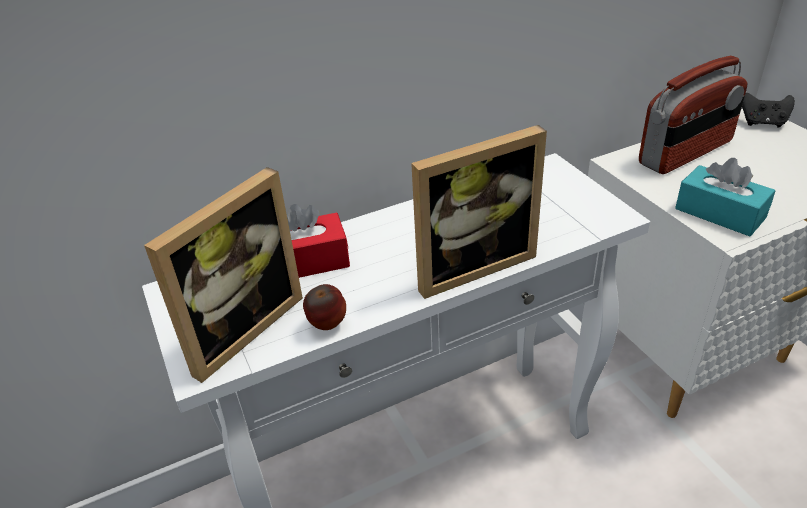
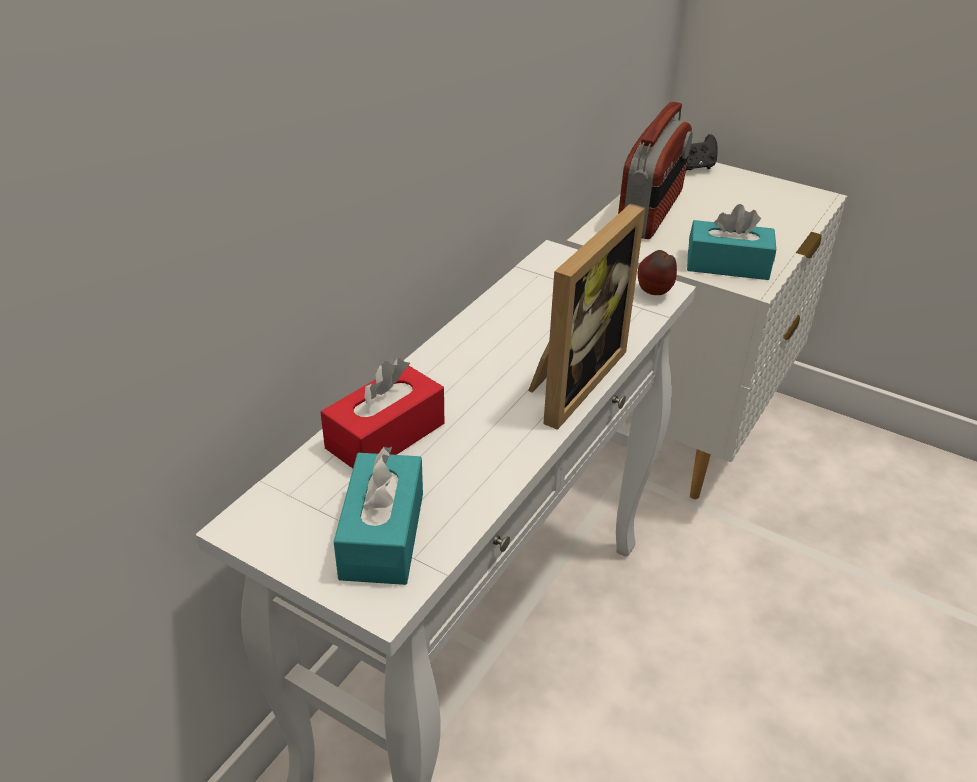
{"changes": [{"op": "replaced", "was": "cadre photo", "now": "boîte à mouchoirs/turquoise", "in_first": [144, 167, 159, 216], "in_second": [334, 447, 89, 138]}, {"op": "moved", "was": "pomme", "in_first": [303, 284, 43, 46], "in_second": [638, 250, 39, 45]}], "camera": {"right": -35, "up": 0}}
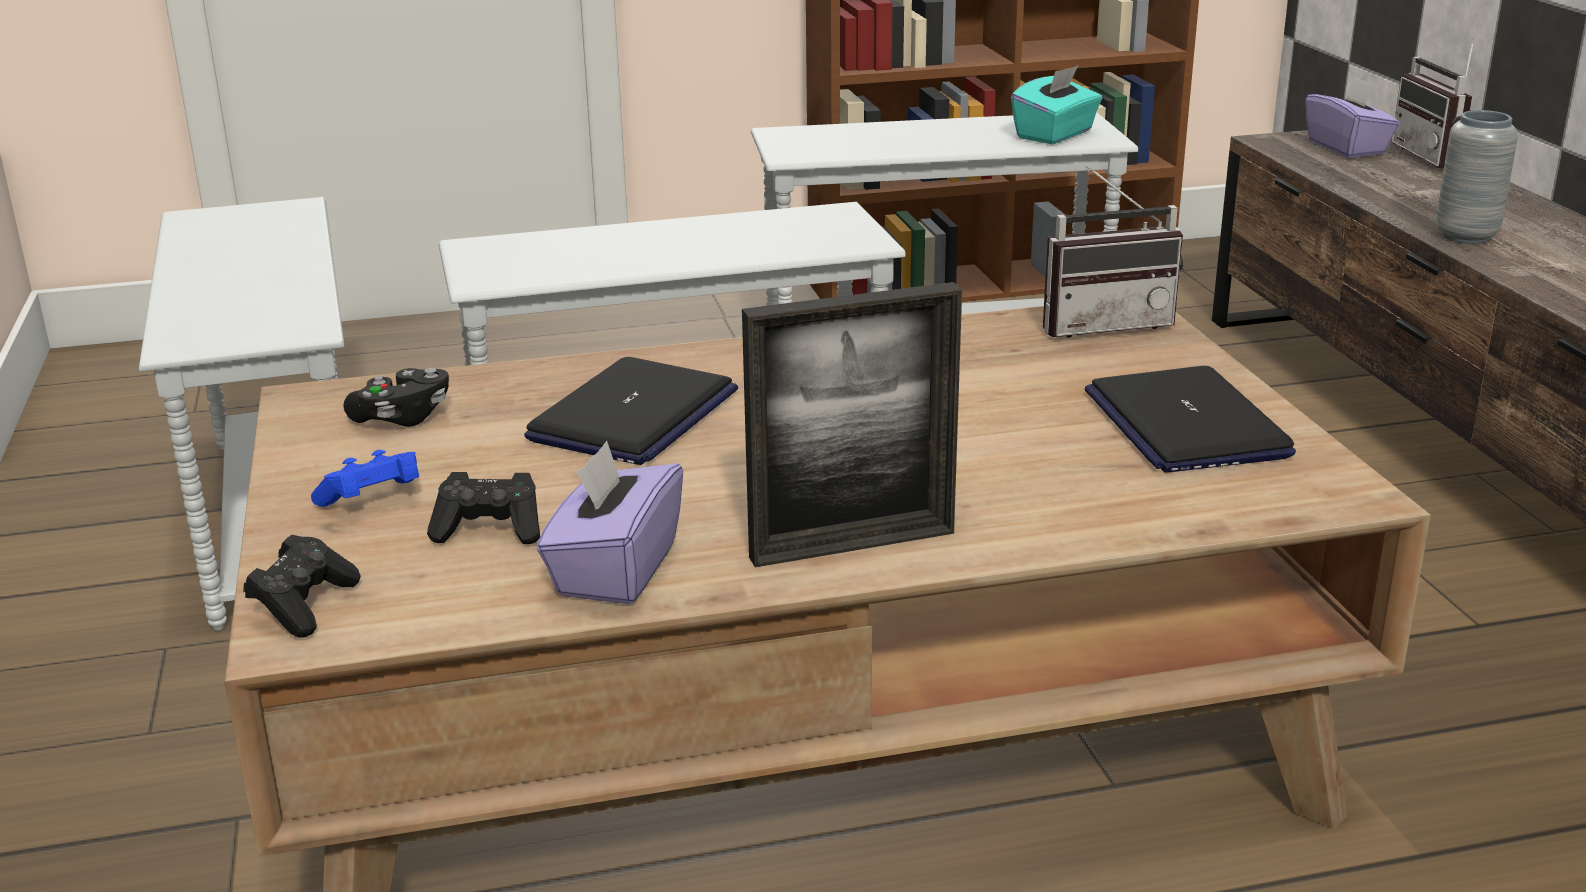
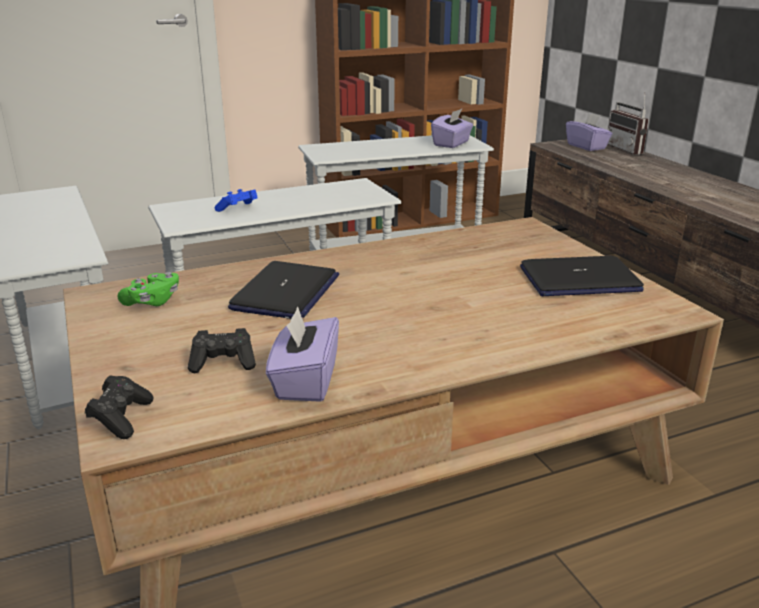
{"changes": [{"op": "recoloured", "was": "manette/noir", "now": "manette/vert", "in_first": [343, 368, 106, 59], "in_second": [118, 272, 61, 34]}, {"op": "moved", "was": "manette/bleu", "in_first": [311, 450, 108, 57], "in_second": [214, 189, 43, 23]}, {"op": "recoloured", "was": "boîte à mouchoirs/turquoise", "now": "boîte à mouchoirs/violet", "in_first": [1011, 65, 91, 79], "in_second": [431, 109, 42, 39]}, {"op": "turned", "was": "ordinateur portable", "in_first": [1085, 366, 211, 106], "in_second": [520, 256, 124, 40], "clockwise": -75}, {"op": "removed", "was": "cadre photo", "in_first": [742, 282, 220, 285]}, {"op": "removed", "was": "radio", "in_first": [1043, 165, 140, 173]}, {"op": "removed", "was": "vase/gris", "in_first": [1436, 110, 82, 134]}], "camera": {"right": -10, "up": 0}}
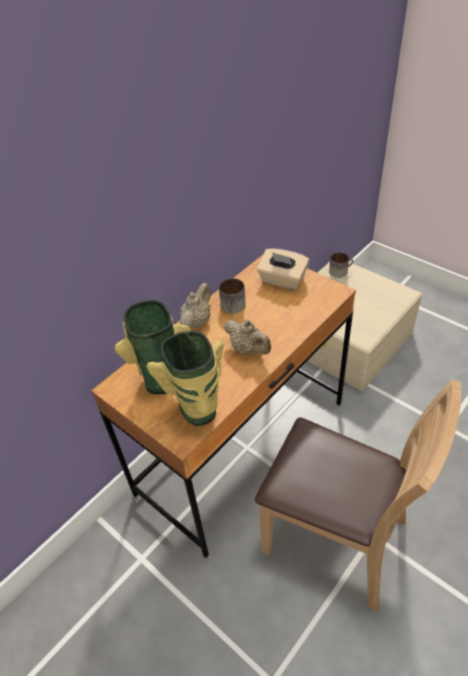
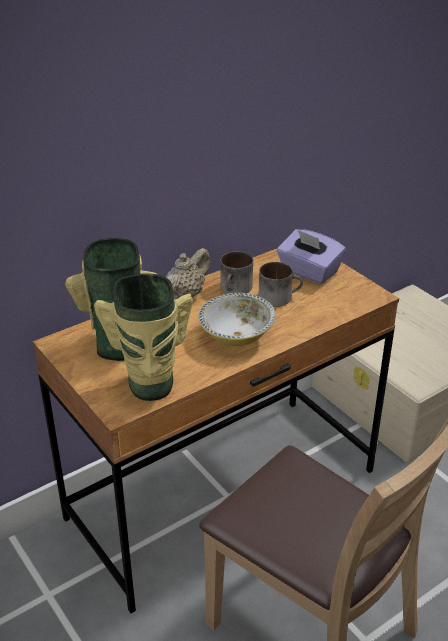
{"changes": [{"op": "replaced", "was": "théière/beige", "now": "bol", "in_first": [224, 319, 47, 36], "in_second": [198, 293, 78, 53]}, {"op": "moved", "was": "mug", "in_first": [329, 252, 24, 26], "in_second": [258, 262, 45, 45]}, {"op": "recoloured", "was": "boîte à mouchoirs/beige", "now": "boîte à mouchoirs/violet", "in_first": [257, 248, 52, 42], "in_second": [277, 229, 69, 55]}], "camera": {"right": 10, "up": -10}}
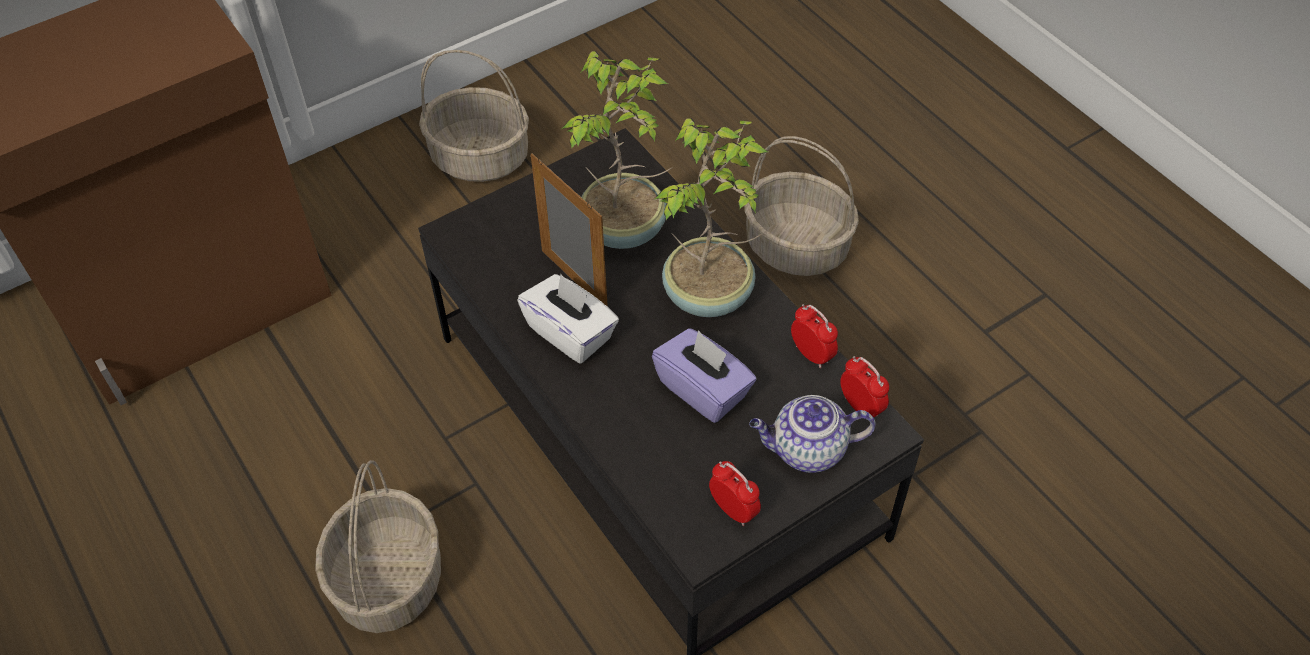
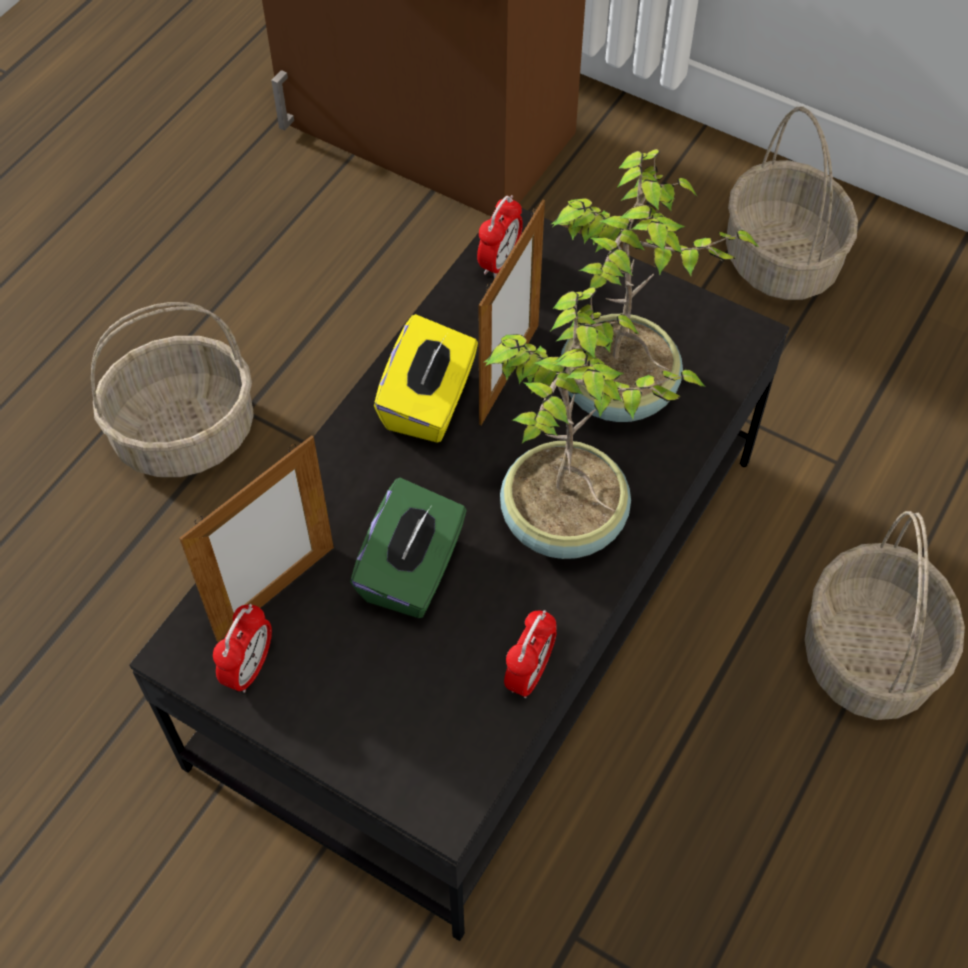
{"changes": [{"op": "added", "now": "cadre photo", "in_second": [179, 435, 155, 207]}, {"op": "recoloured", "was": "boîte à mouchoirs/violet", "now": "boîte à mouchoirs/vert", "in_first": [652, 328, 105, 95], "in_second": [350, 478, 117, 140]}, {"op": "recoloured", "was": "boîte à mouchoirs/blanc", "now": "boîte à mouchoirs/jaune", "in_first": [517, 274, 102, 90], "in_second": [374, 314, 104, 129]}, {"op": "moved", "was": "réveil", "in_first": [840, 356, 49, 61], "in_second": [477, 195, 46, 84]}, {"op": "removed", "was": "théière", "in_first": [749, 395, 126, 78]}], "camera": {"right": 65, "up": 5}}
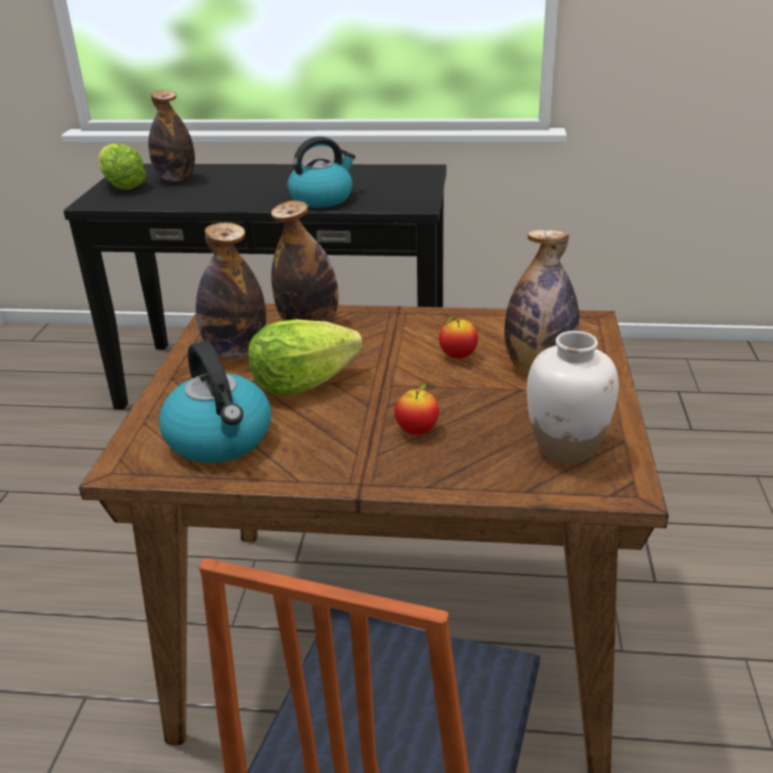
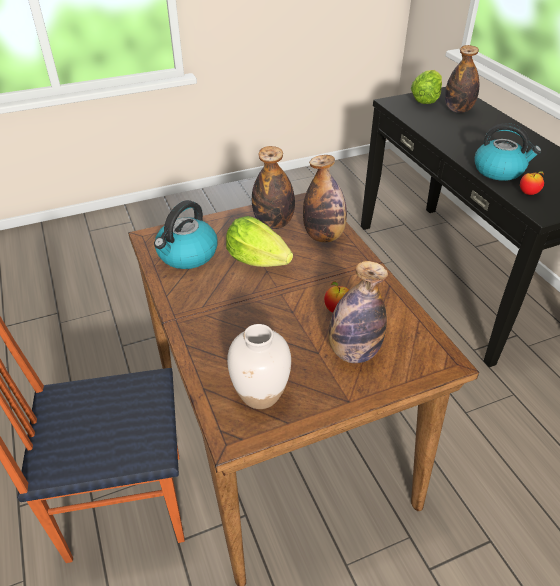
{"changes": [{"op": "moved", "was": "pomme", "in_first": [394, 383, 45, 52], "in_second": [520, 171, 24, 24]}], "camera": {"right": 60, "up": 10}}
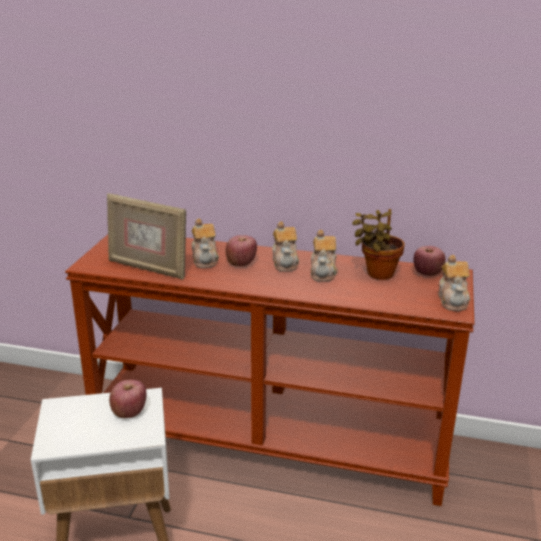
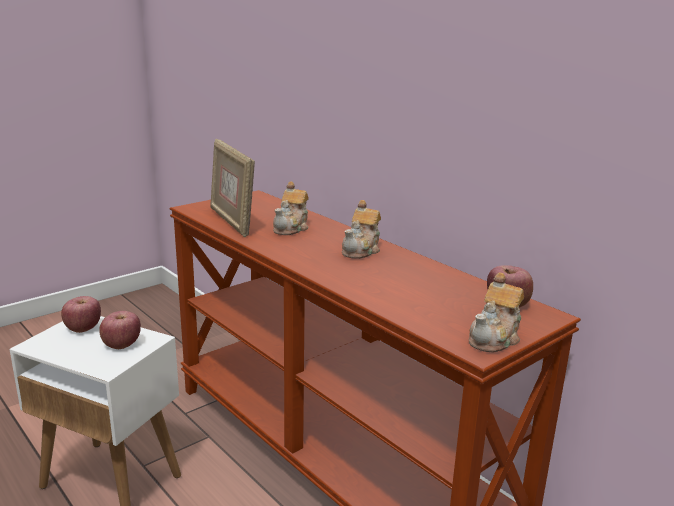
{"changes": [{"op": "moved", "was": "pomme", "in_first": [226, 235, 31, 31], "in_second": [61, 296, 40, 37]}, {"op": "removed", "was": "théière", "in_first": [311, 230, 27, 52]}, {"op": "removed", "was": "plante en pot", "in_first": [352, 209, 53, 71]}], "camera": {"right": 35, "up": -5}}
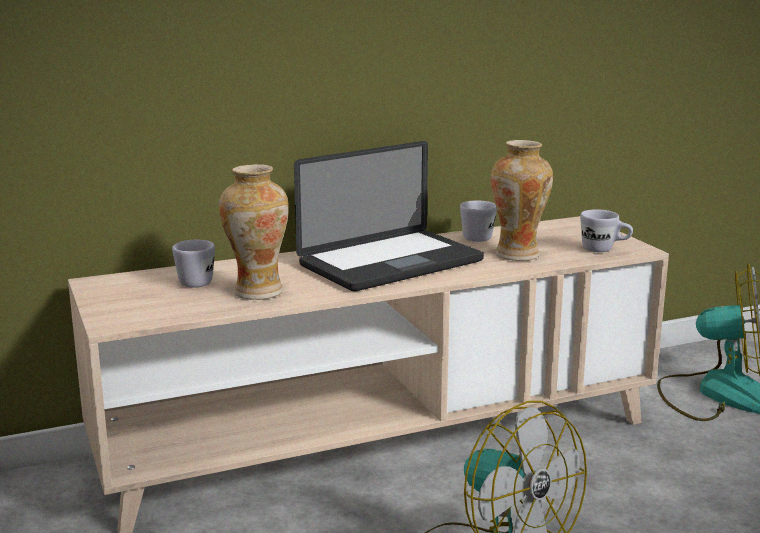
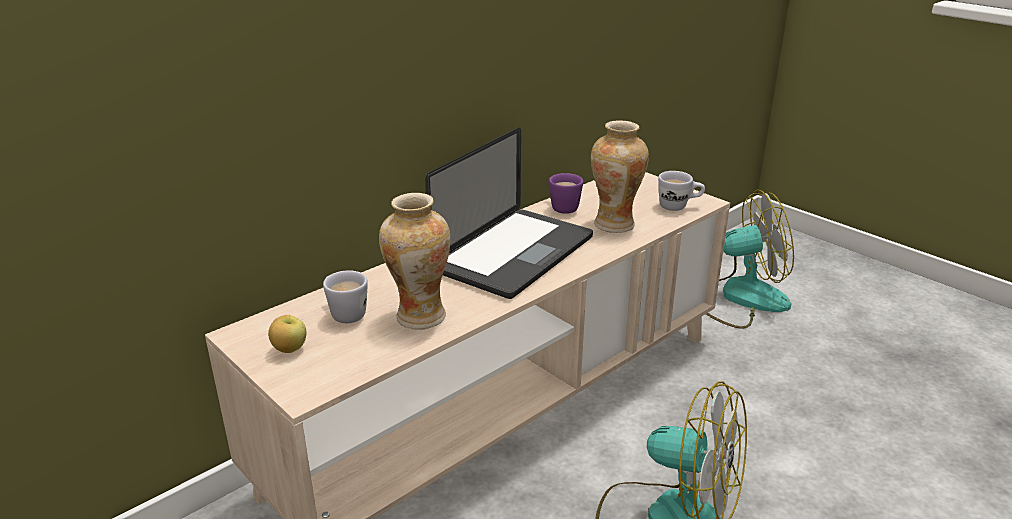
{"changes": [{"op": "added", "now": "pomme", "in_second": [268, 315, 38, 38]}, {"op": "recoloured", "was": "mug/blanc", "now": "mug/violet", "in_first": [460, 201, 37, 41], "in_second": [548, 173, 35, 41]}], "camera": {"right": -20, "up": 10}}
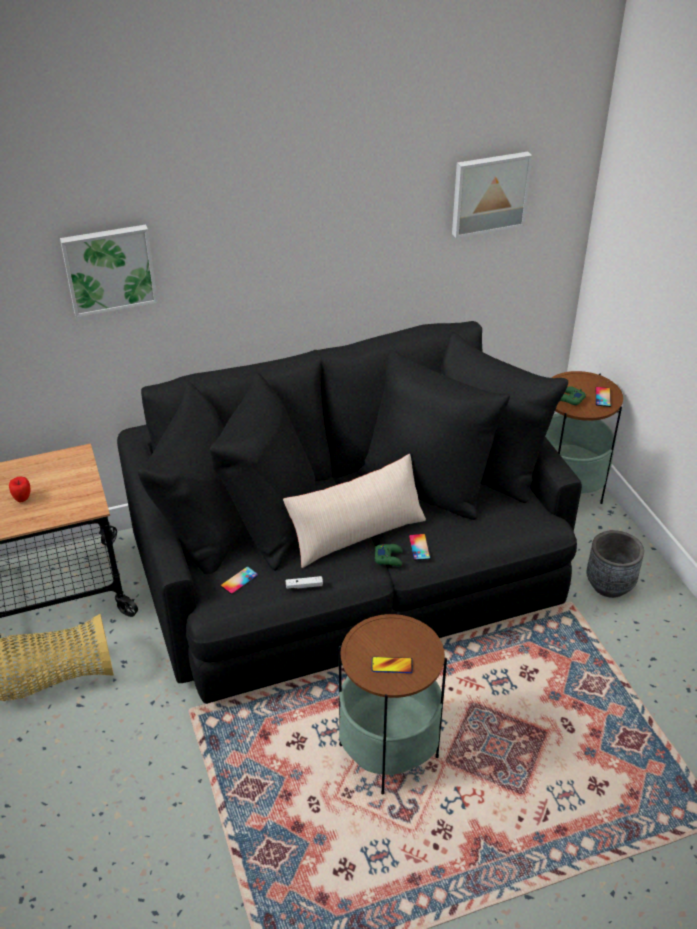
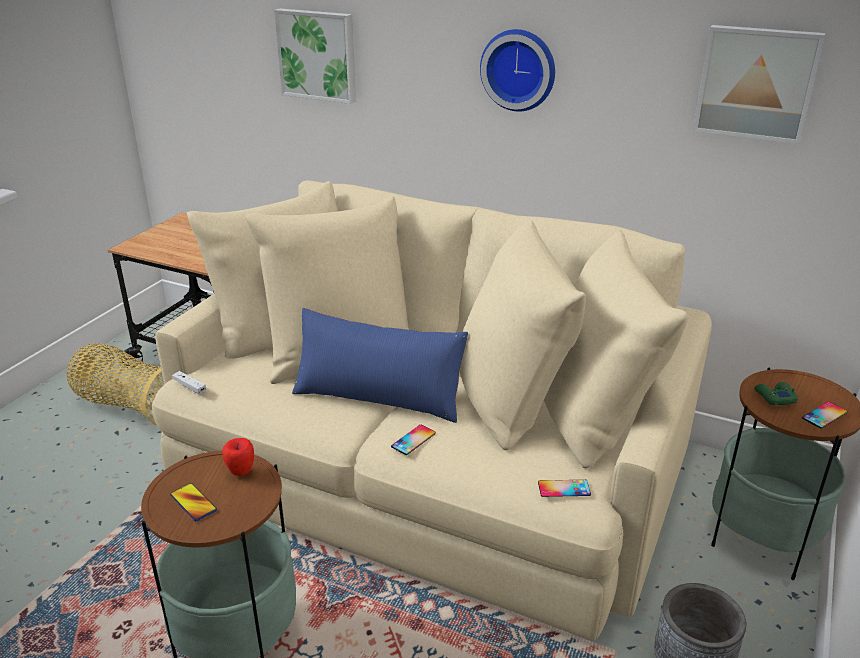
{"changes": [{"op": "recoloured", "was": "canapé/noir", "now": "canapé/beige", "in_first": [117, 321, 465, 383], "in_second": [152, 180, 560, 461]}, {"op": "moved", "was": "manette/blanc", "in_first": [286, 576, 37, 13], "in_second": [172, 371, 34, 24]}, {"op": "moved", "was": "pomme", "in_first": [9, 477, 22, 25], "in_second": [222, 438, 32, 38]}, {"op": "recoloured", "was": "coussin/beige", "now": "coussin/bleu", "in_first": [283, 454, 143, 114], "in_second": [292, 308, 176, 115]}, {"op": "added", "now": "horloge murale", "in_second": [480, 29, 75, 82]}, {"op": "moved", "was": "téléphone", "in_first": [220, 566, 38, 28], "in_second": [538, 480, 53, 17]}, {"op": "removed", "was": "manette/vert", "in_first": [375, 544, 28, 22]}], "camera": {"right": 45, "up": -10}}
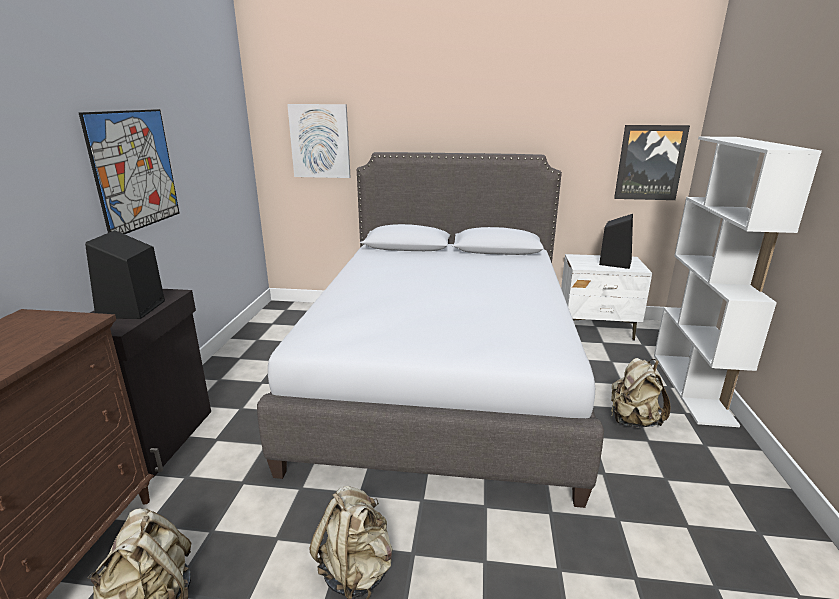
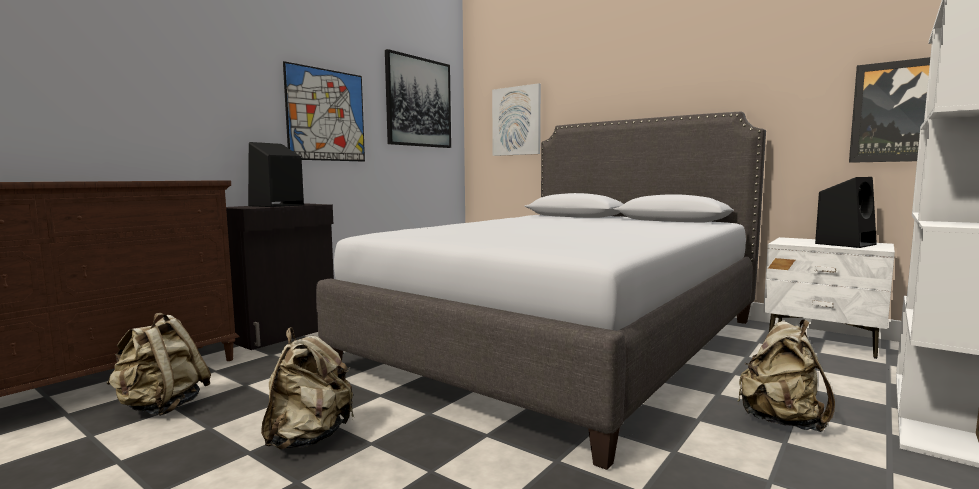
{"changes": [{"op": "added", "now": "tableau", "in_second": [385, 49, 66, 99]}], "camera": {"right": 30, "up": -15}}
